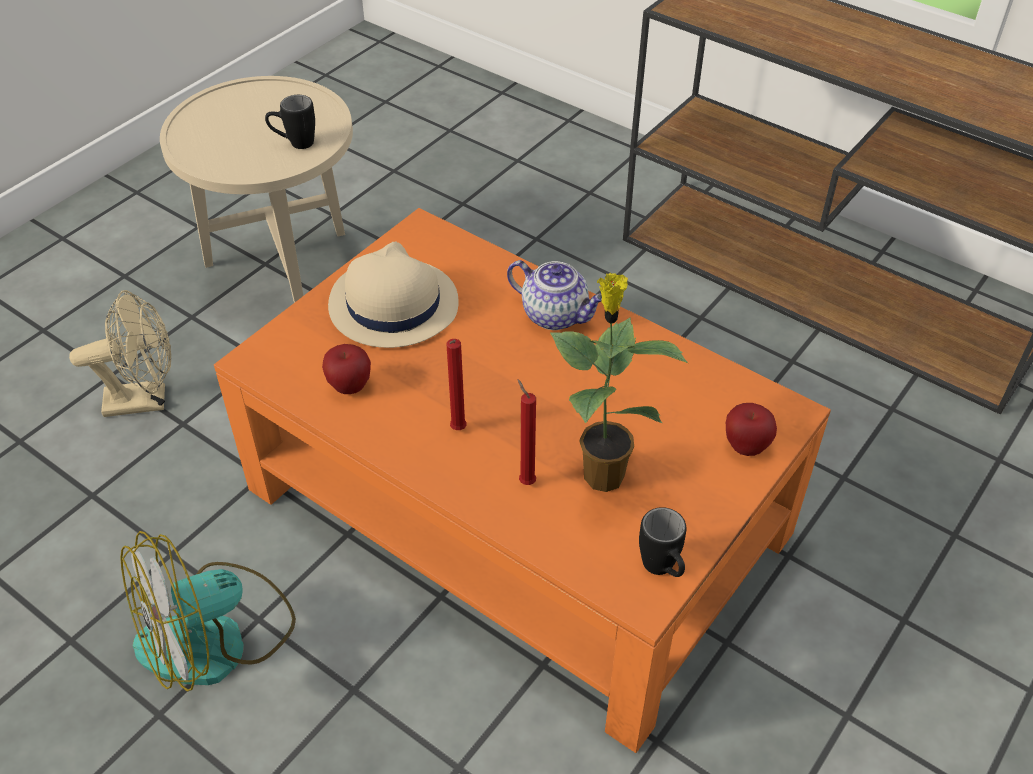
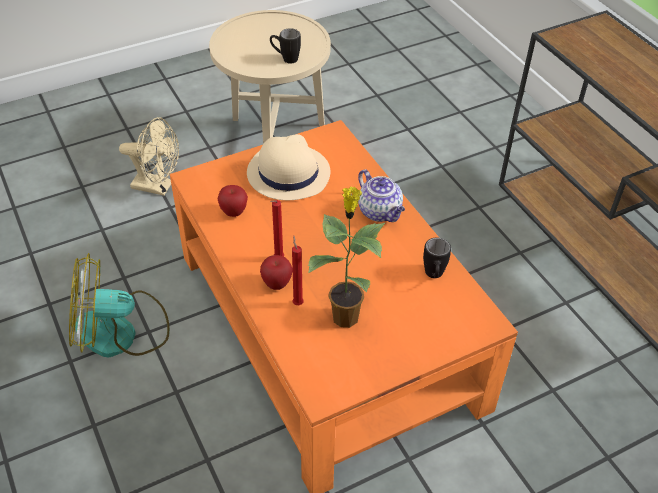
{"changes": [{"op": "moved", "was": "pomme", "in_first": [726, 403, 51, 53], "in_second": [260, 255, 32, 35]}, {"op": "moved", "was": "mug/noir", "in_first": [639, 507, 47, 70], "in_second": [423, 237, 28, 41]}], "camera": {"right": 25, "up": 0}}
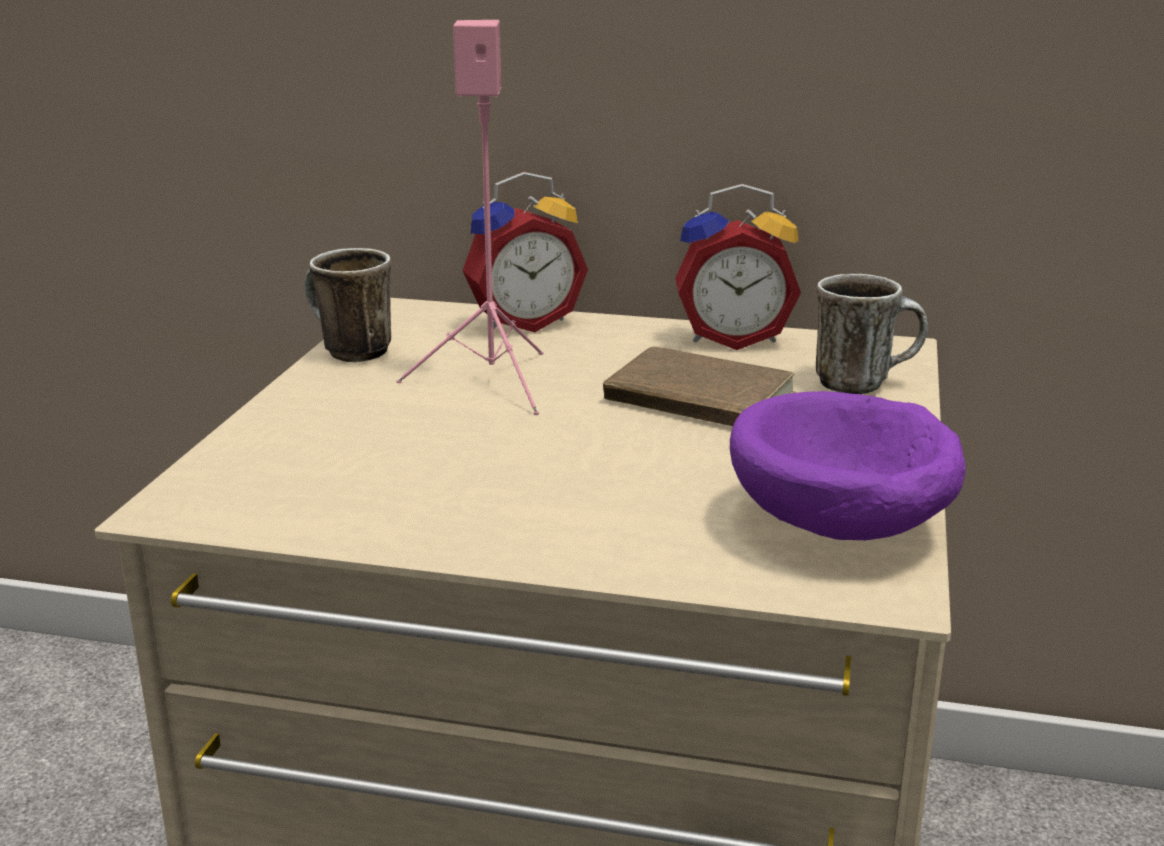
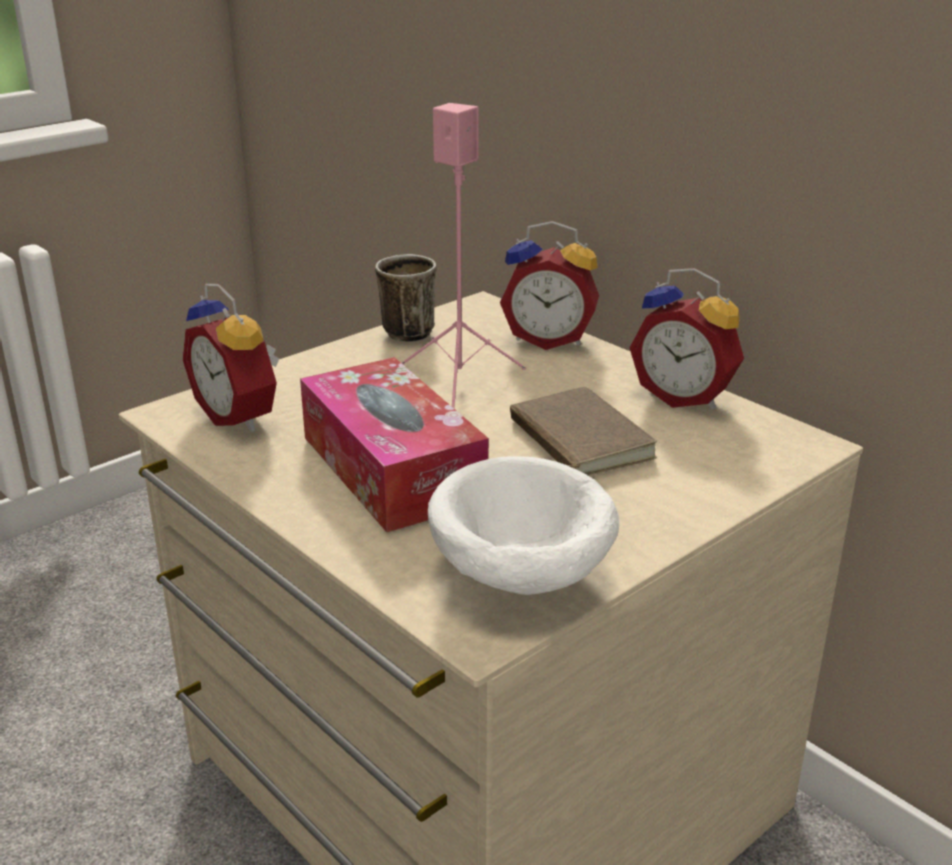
{"changes": [{"op": "added", "now": "réveil", "in_second": [183, 284, 96, 148]}, {"op": "added", "now": "boîte à mouchoirs", "in_second": [300, 357, 189, 175]}, {"op": "recoloured", "was": "bol/violet", "now": "bol/blanc", "in_first": [730, 391, 235, 149], "in_second": [428, 456, 192, 139]}, {"op": "removed", "was": "mug", "in_first": [816, 274, 112, 120]}], "camera": {"right": 35, "up": 5}}
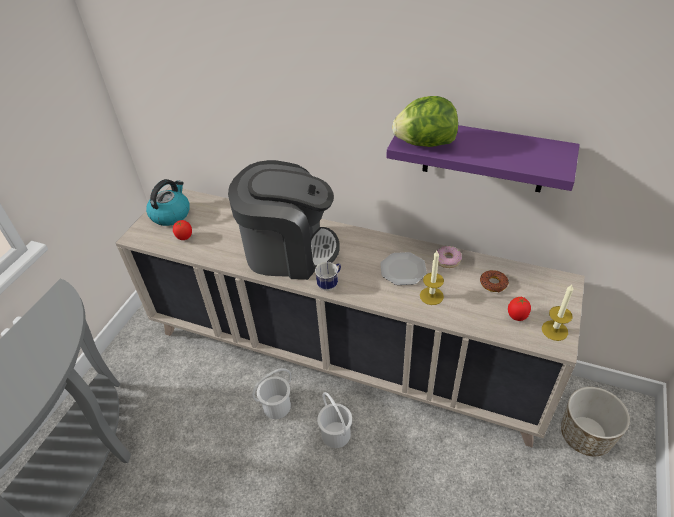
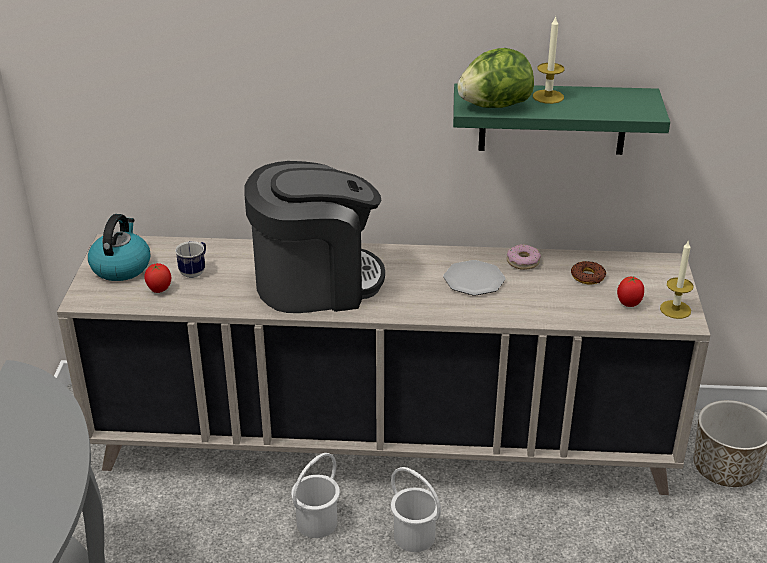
{"changes": [{"op": "moved", "was": "mug", "in_first": [315, 262, 26, 29], "in_second": [175, 241, 31, 37]}, {"op": "recoloured", "was": "étagère/violet", "now": "étagère/vert", "in_first": [387, 125, 193, 67], "in_second": [453, 83, 217, 72]}, {"op": "moved", "was": "bougie", "in_first": [420, 251, 24, 54], "in_second": [533, 16, 32, 88]}], "camera": {"right": -20, "up": -10}}
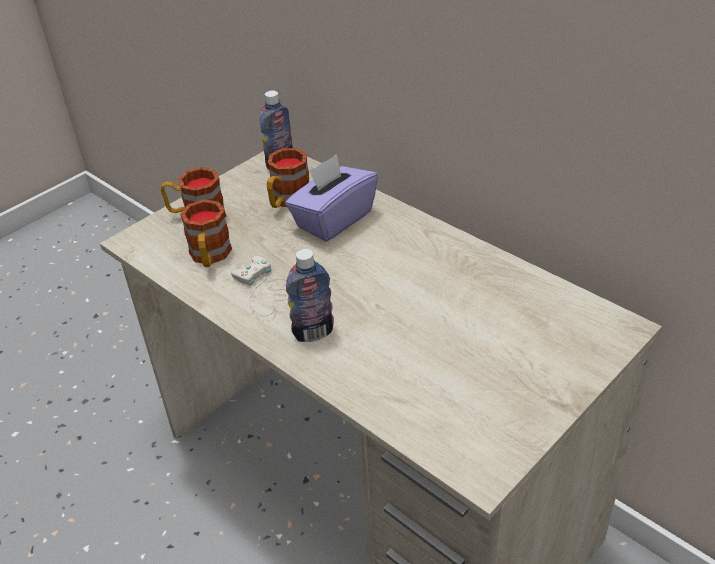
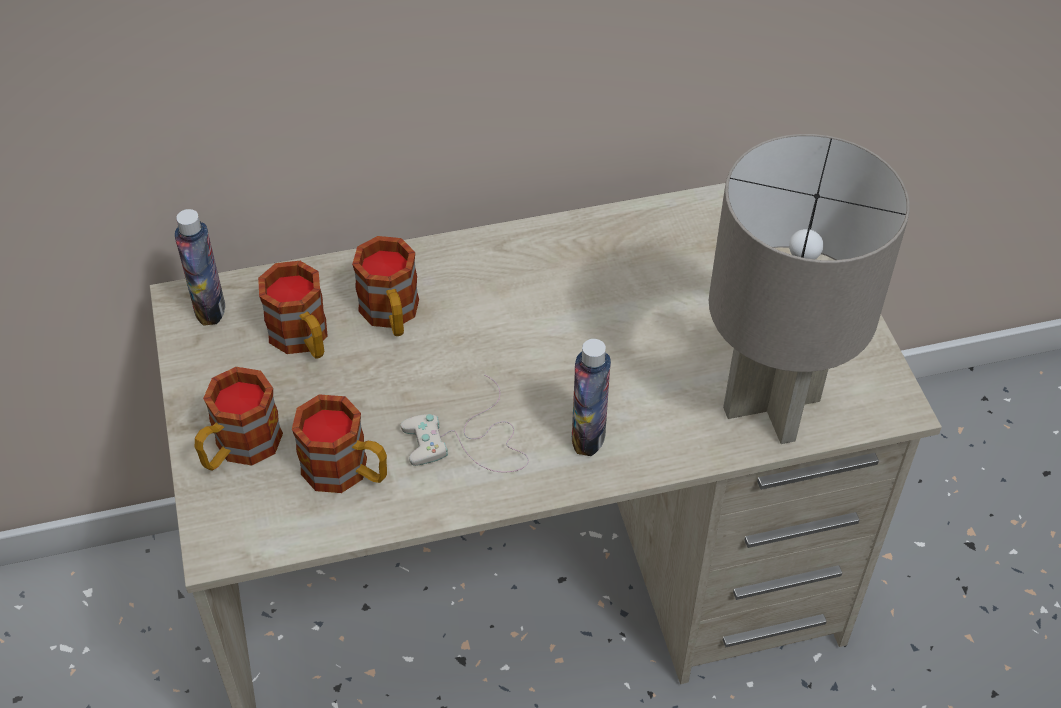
{"changes": [{"op": "replaced", "was": "boîte à mouchoirs/violet", "now": "mug", "in_first": [285, 154, 93, 88], "in_second": [352, 236, 67, 100]}, {"op": "added", "now": "lampe de table/gris", "in_second": [709, 134, 201, 310]}], "camera": {"right": -60, "up": 10}}
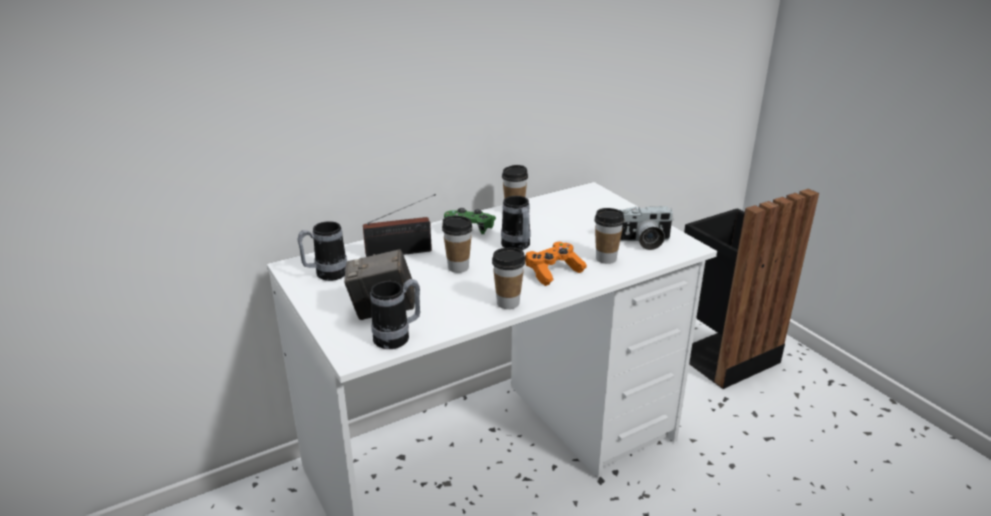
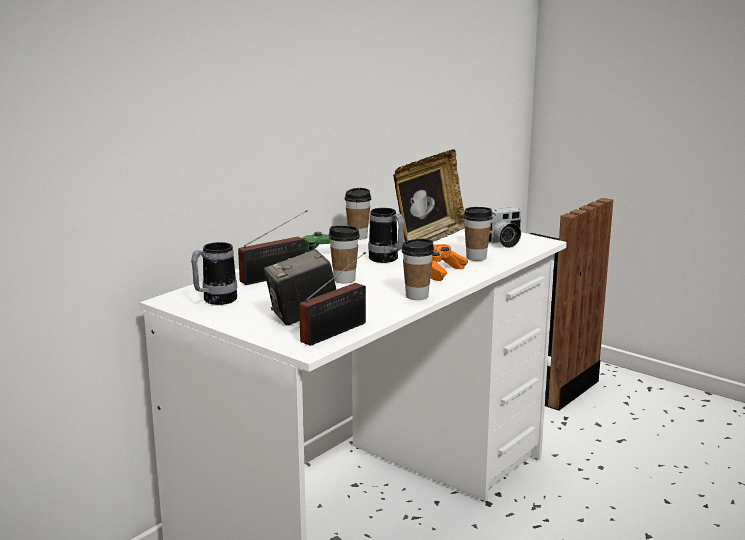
{"changes": [{"op": "replaced", "was": "mug", "now": "radio", "in_first": [370, 279, 50, 70], "in_second": [299, 252, 67, 94]}, {"op": "added", "now": "cadre photo", "in_second": [393, 150, 72, 92]}], "camera": {"right": -20, "up": -10}}
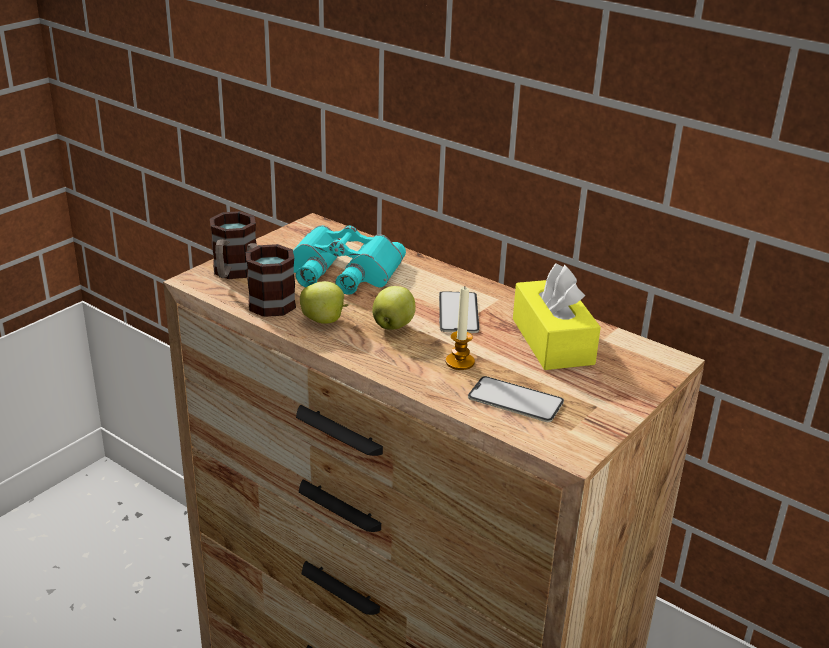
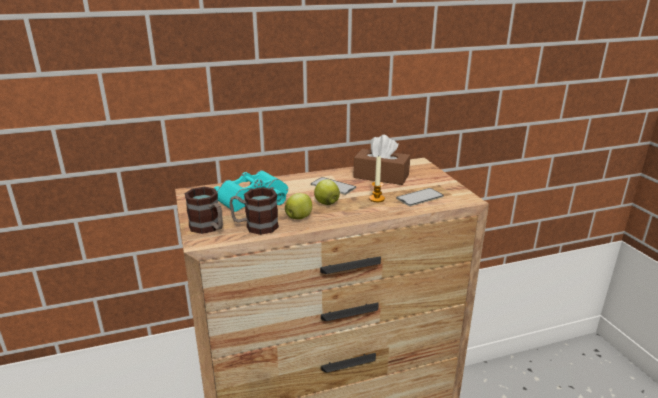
{"changes": [{"op": "recoloured", "was": "boîte à mouchoirs/jaune", "now": "boîte à mouchoirs/marron", "in_first": [513, 264, 88, 106], "in_second": [354, 135, 56, 50]}], "camera": {"right": -55, "up": -5}}
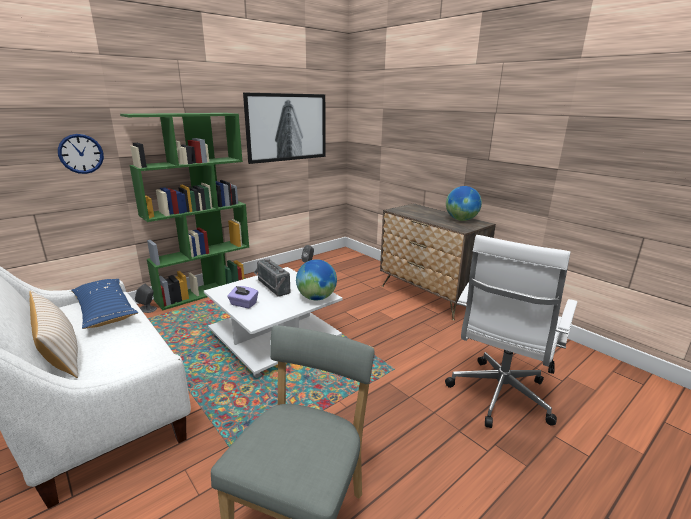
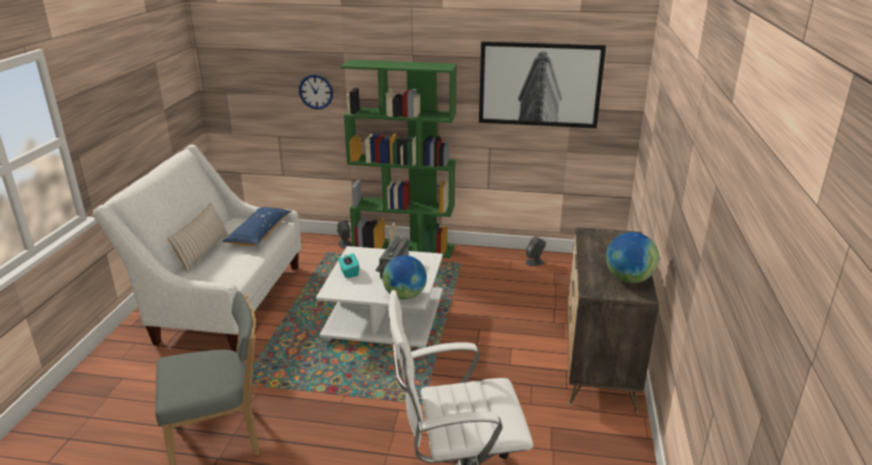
{"changes": [{"op": "recoloured", "was": "boîte à mouchoirs/violet", "now": "boîte à mouchoirs/turquoise", "in_first": [227, 286, 31, 22], "in_second": [338, 252, 21, 26]}], "camera": {"right": 50, "up": 5}}
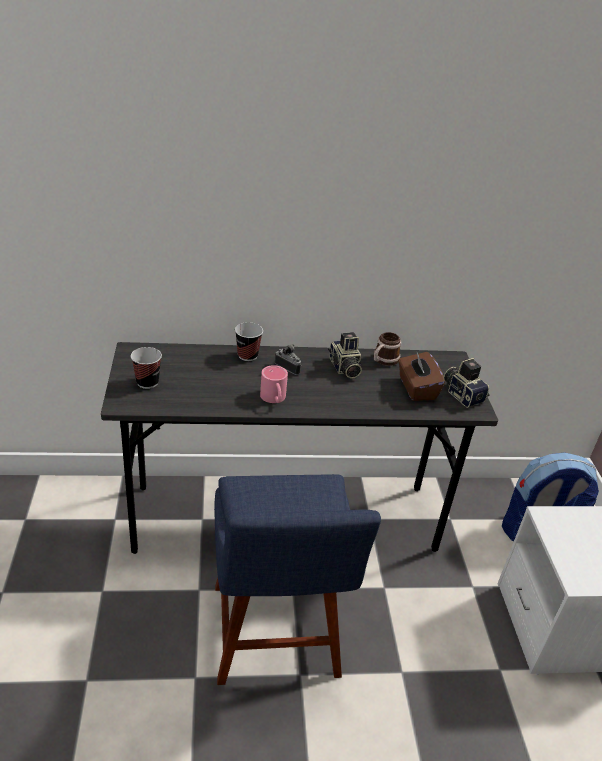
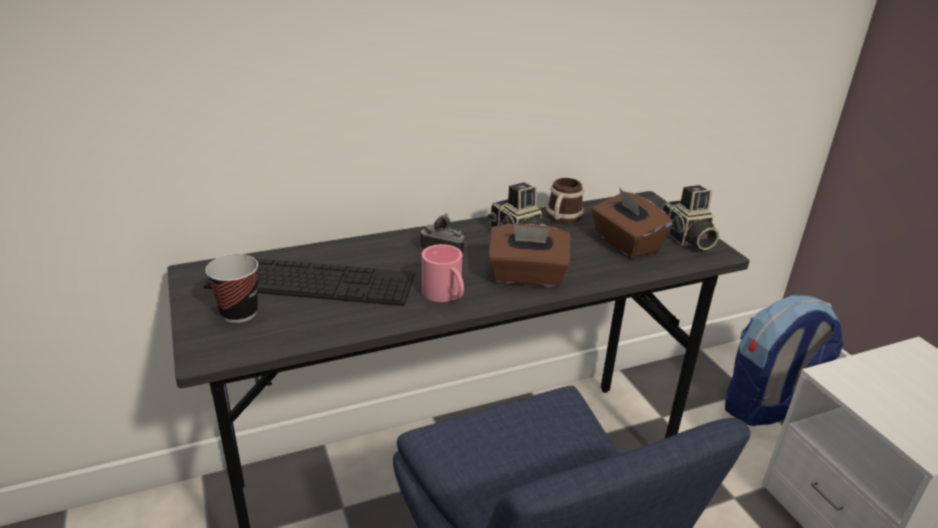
{"changes": [{"op": "added", "now": "clavier", "in_second": [204, 258, 211, 48]}, {"op": "added", "now": "boîte à mouchoirs/marron", "in_second": [489, 224, 81, 63]}, {"op": "turned", "was": "appareil photo", "in_first": [444, 358, 46, 50], "in_second": [662, 185, 57, 65], "clockwise": -150}, {"op": "removed", "was": "tasse", "in_first": [235, 322, 28, 39]}], "camera": {"right": -15, "up": -5}}
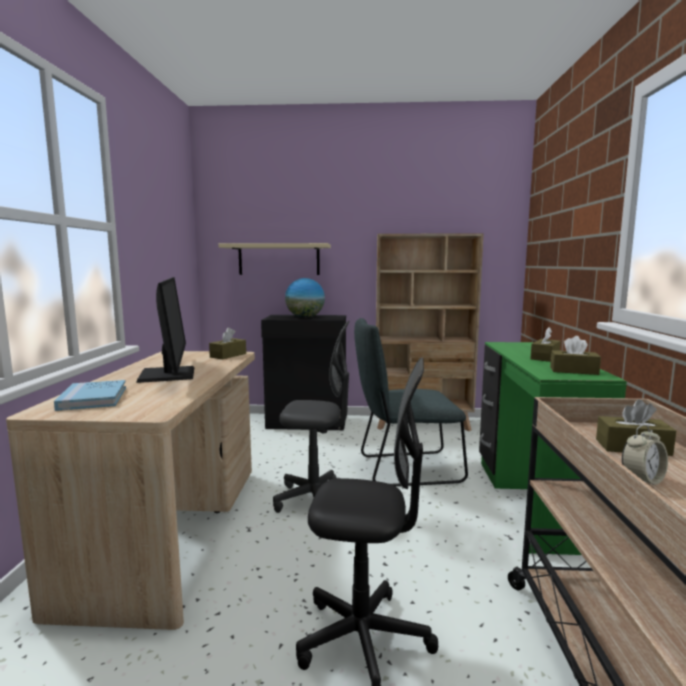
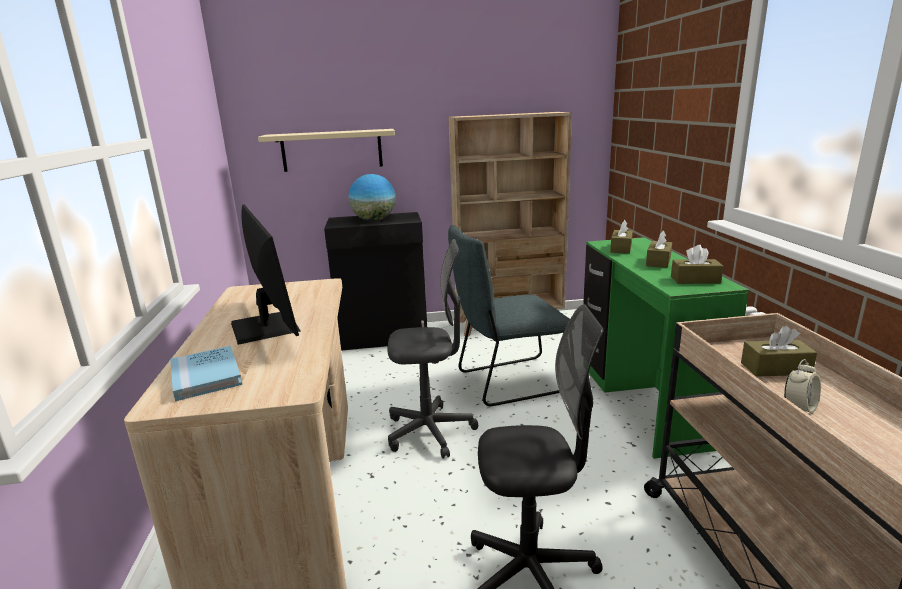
{"changes": [{"op": "moved", "was": "boîte à mouchoirs/marron", "in_first": [209, 327, 37, 32], "in_second": [610, 220, 23, 34]}], "camera": {"right": -10, "up": 10}}
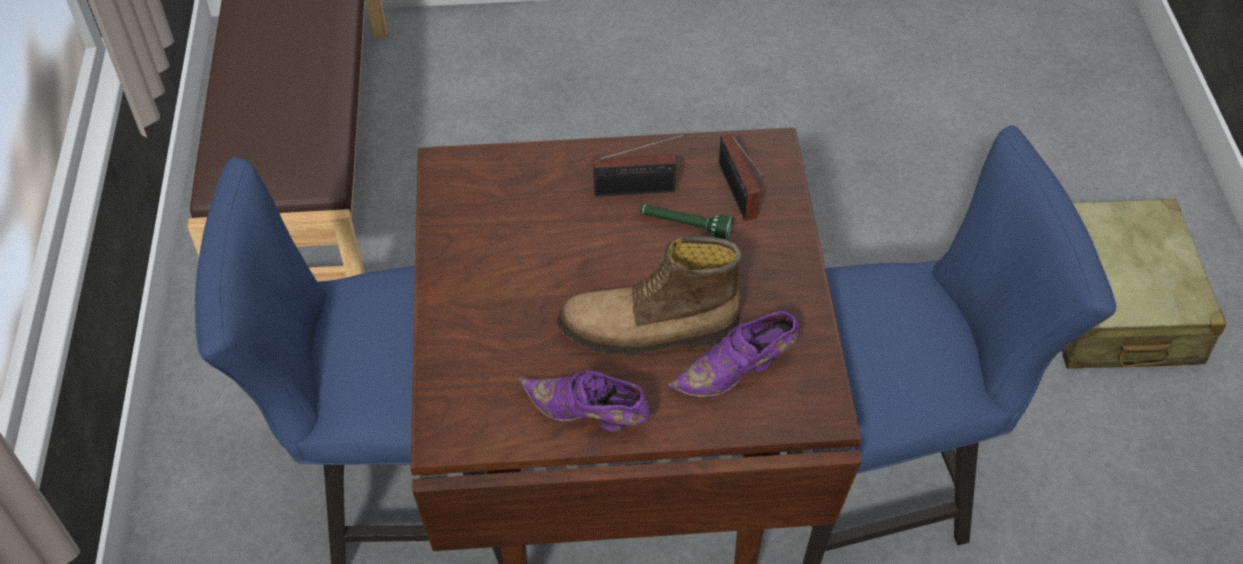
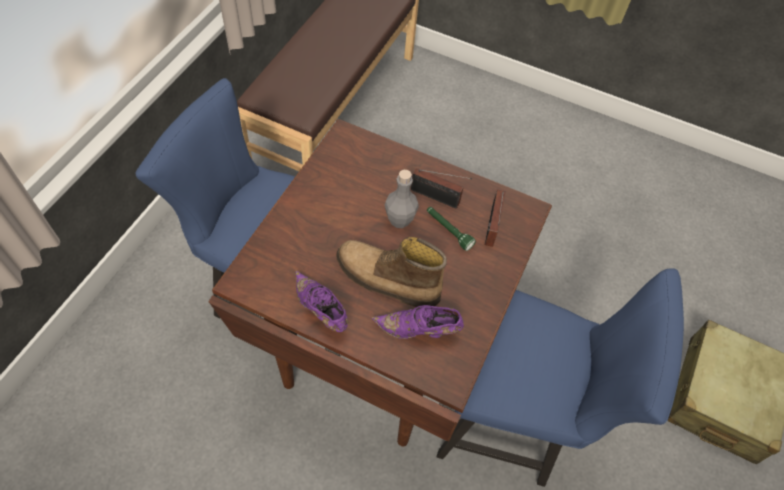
{"changes": [{"op": "added", "now": "bouteille/gris", "in_second": [385, 170, 34, 58]}], "camera": {"right": 25, "up": 5}}
